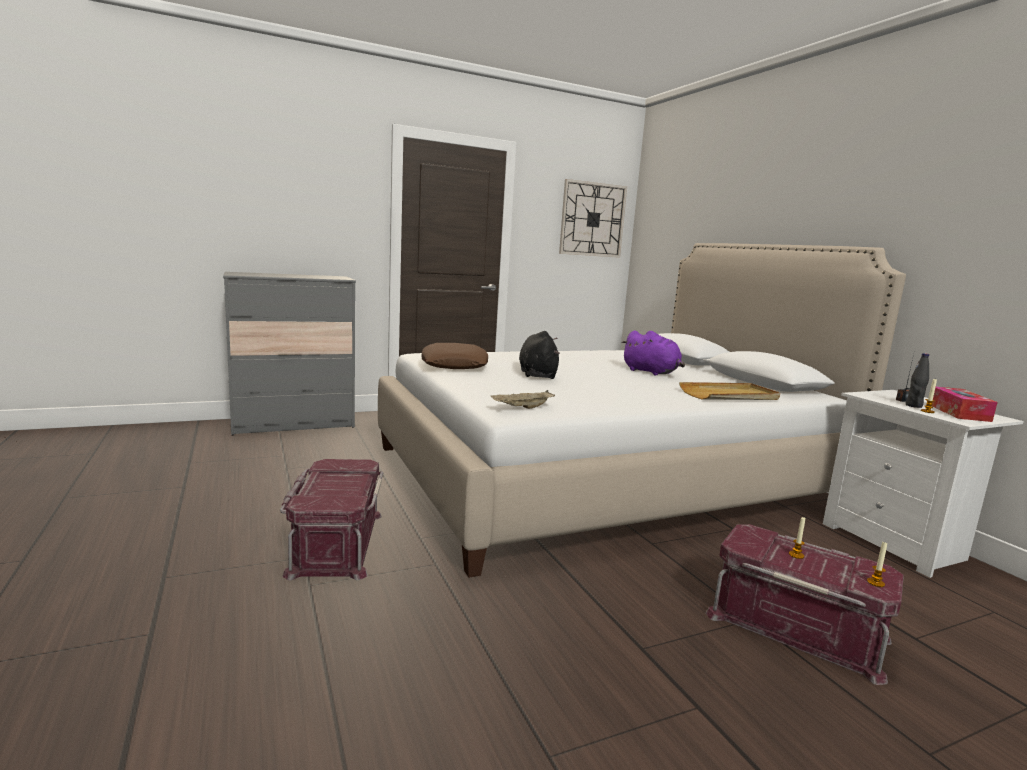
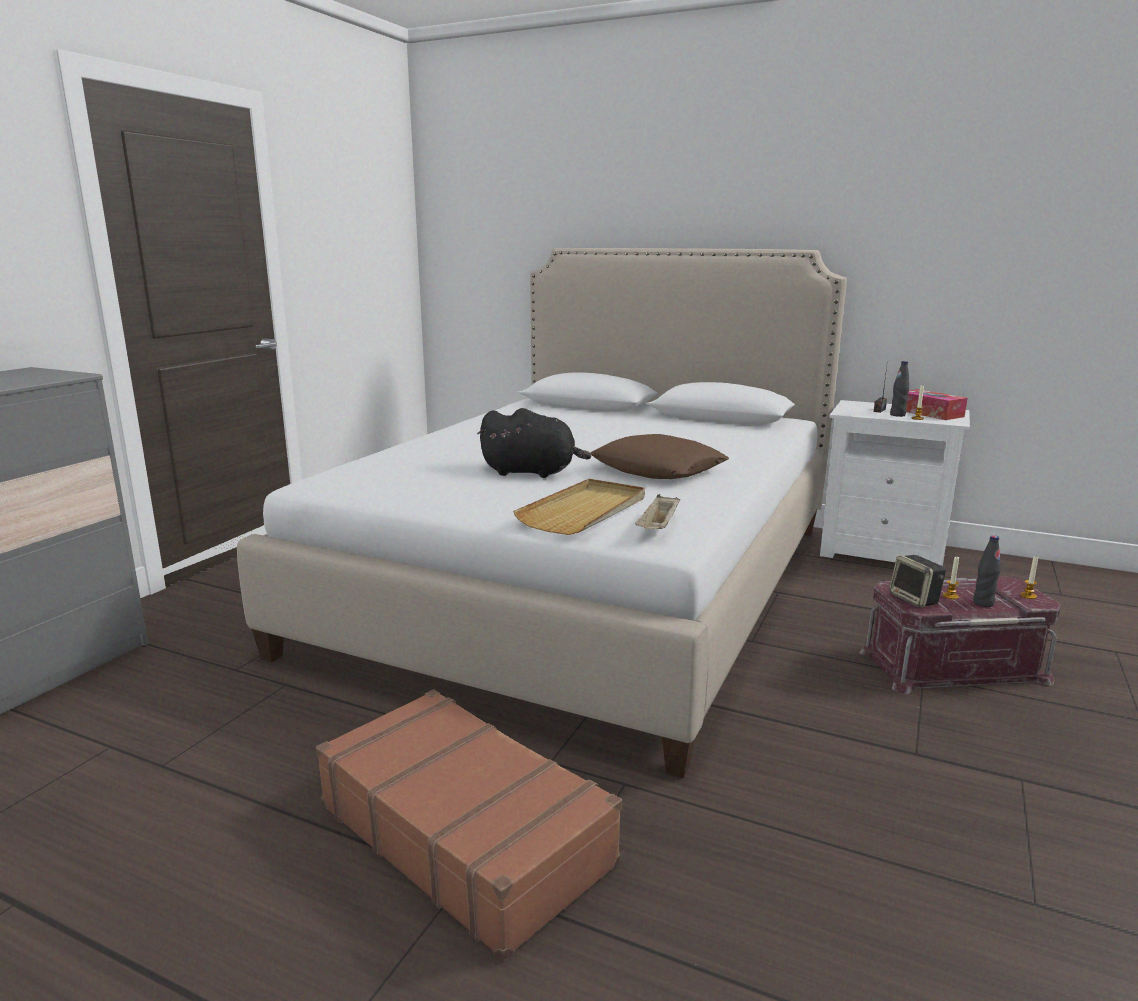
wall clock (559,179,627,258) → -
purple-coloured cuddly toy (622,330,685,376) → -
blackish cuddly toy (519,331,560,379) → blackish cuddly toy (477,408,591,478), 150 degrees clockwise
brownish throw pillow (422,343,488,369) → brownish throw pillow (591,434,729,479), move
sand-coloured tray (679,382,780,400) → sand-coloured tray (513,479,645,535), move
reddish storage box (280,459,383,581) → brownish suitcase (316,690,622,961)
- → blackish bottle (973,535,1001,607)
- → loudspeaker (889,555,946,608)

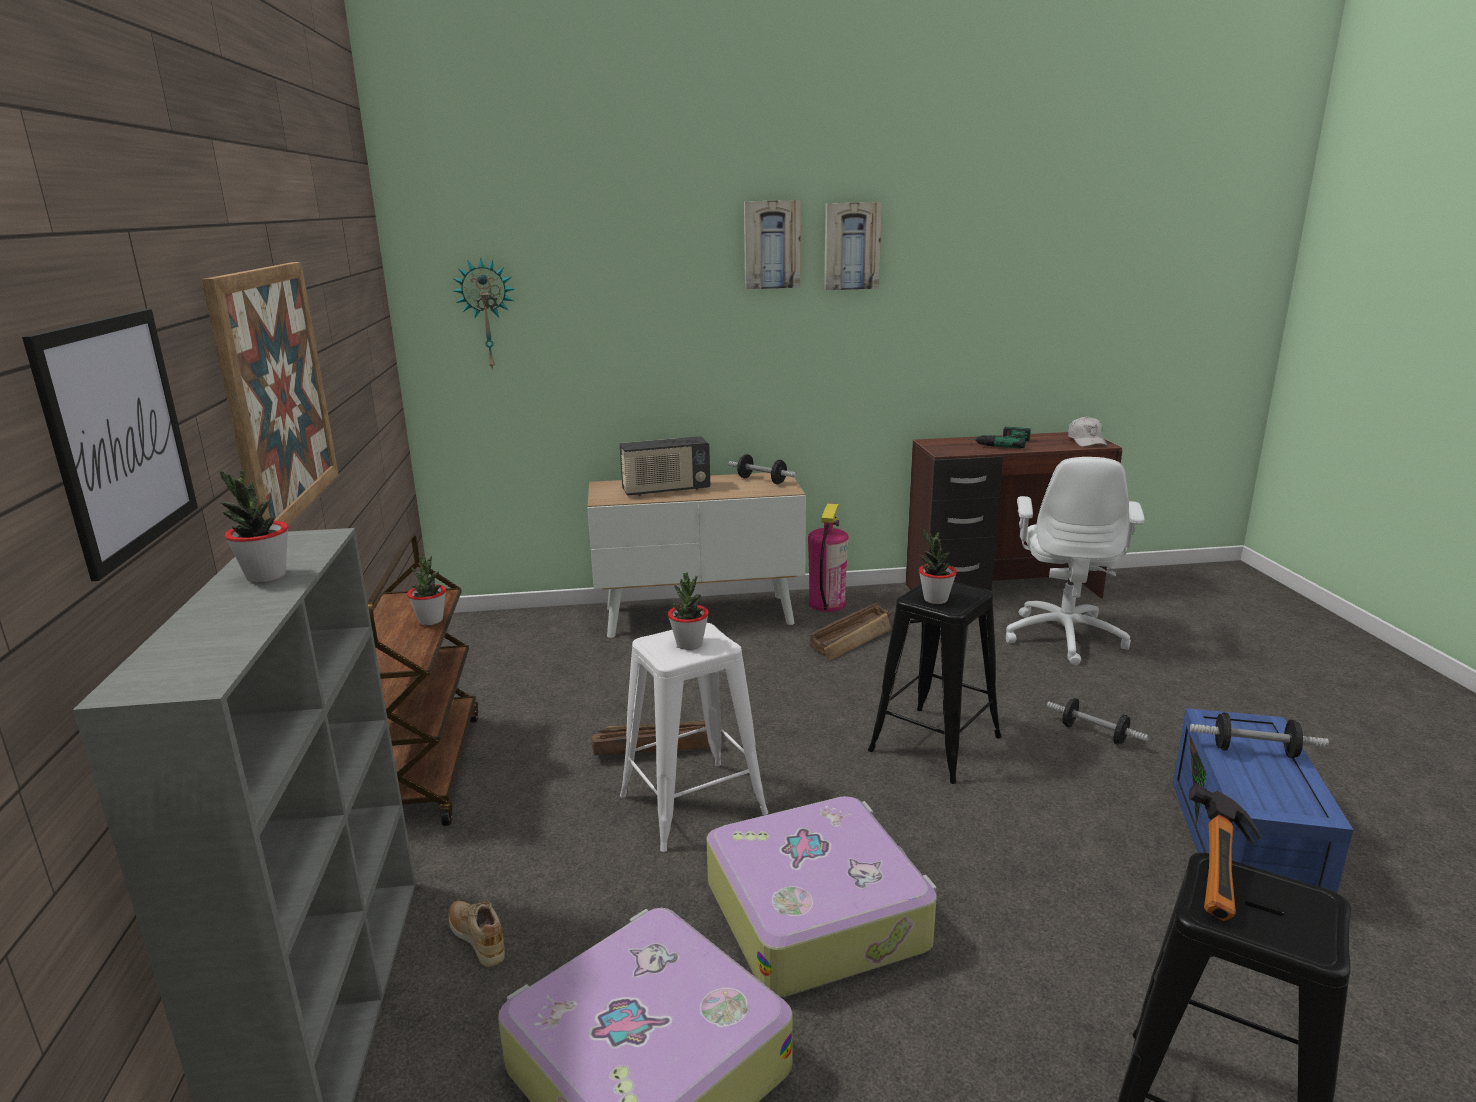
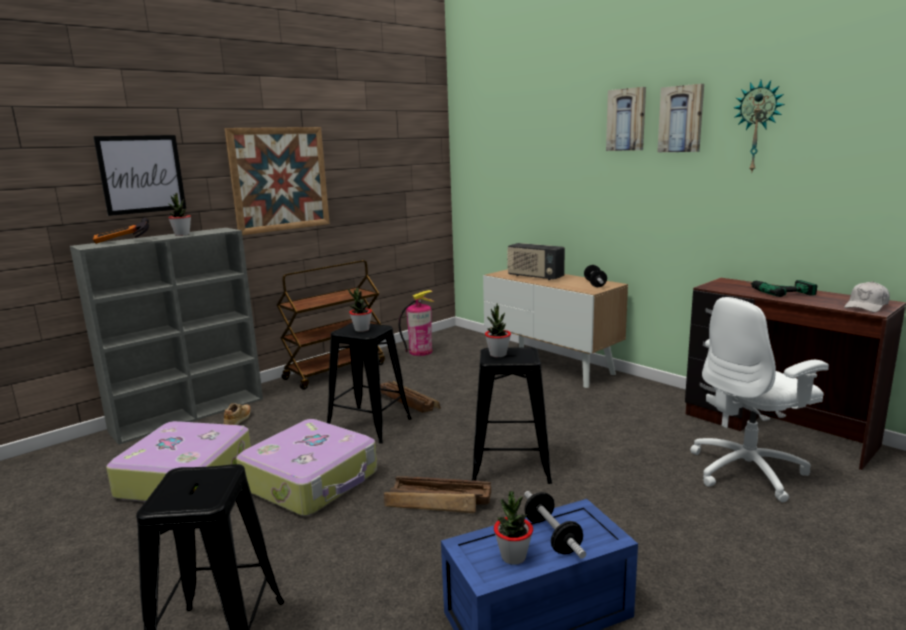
wall clock (453,257,514,371) → wall clock (734,80,785,174), move
fire extinguisher (808,503,849,612) → fire extinguisher (398,290,435,356), move
houseplant (407,554,446,625) → houseplant (494,491,533,565), move
crate (809,602,891,661) → crate (384,476,491,513), move
white-coloured stool seat (620,623,768,852) → blackish stool seat (327,323,412,444)
free weight (1047,698,1149,745) → -
hammer (1189,783,1261,921) → hammer (93,218,149,244), move

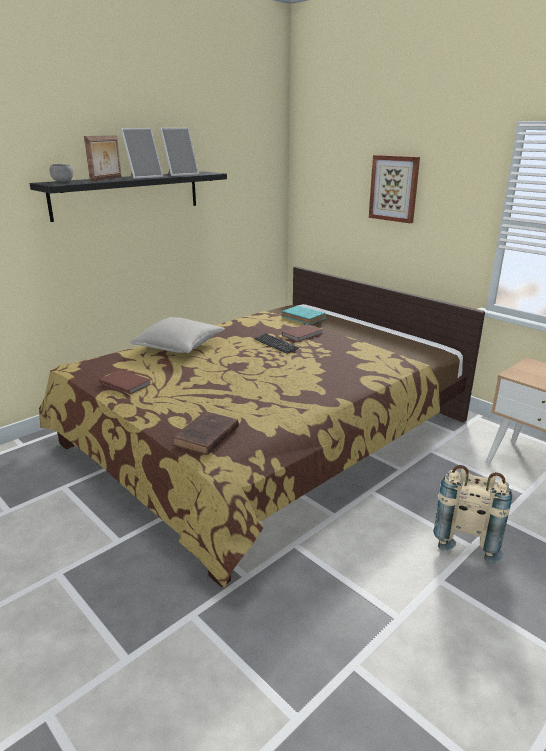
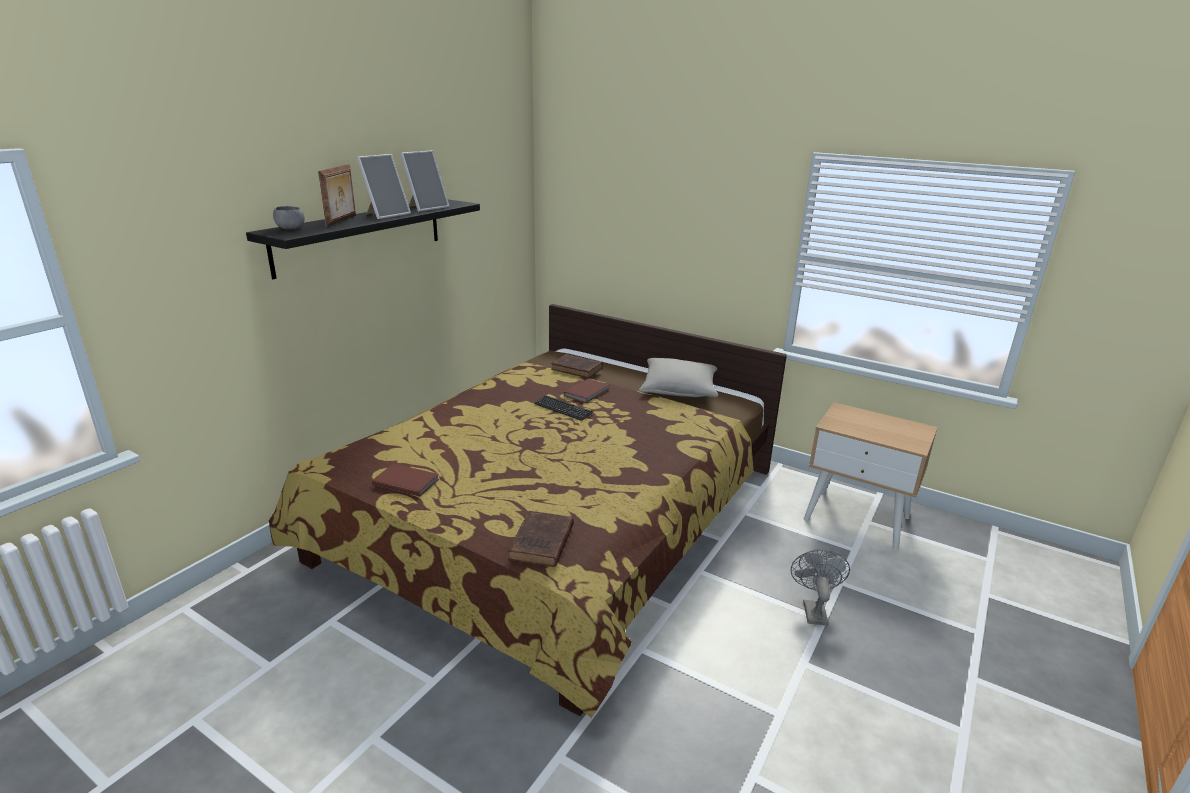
wall picture (369,155,420,223) → -
turquoise bound book (282,306,326,325) → brownish bound book (551,354,603,378)
greyish throw pillow (129,317,225,353) → greyish throw pillow (639,358,718,397), move
sand-coloured knapsack (434,465,512,563) → greyish fan (791,549,850,626)

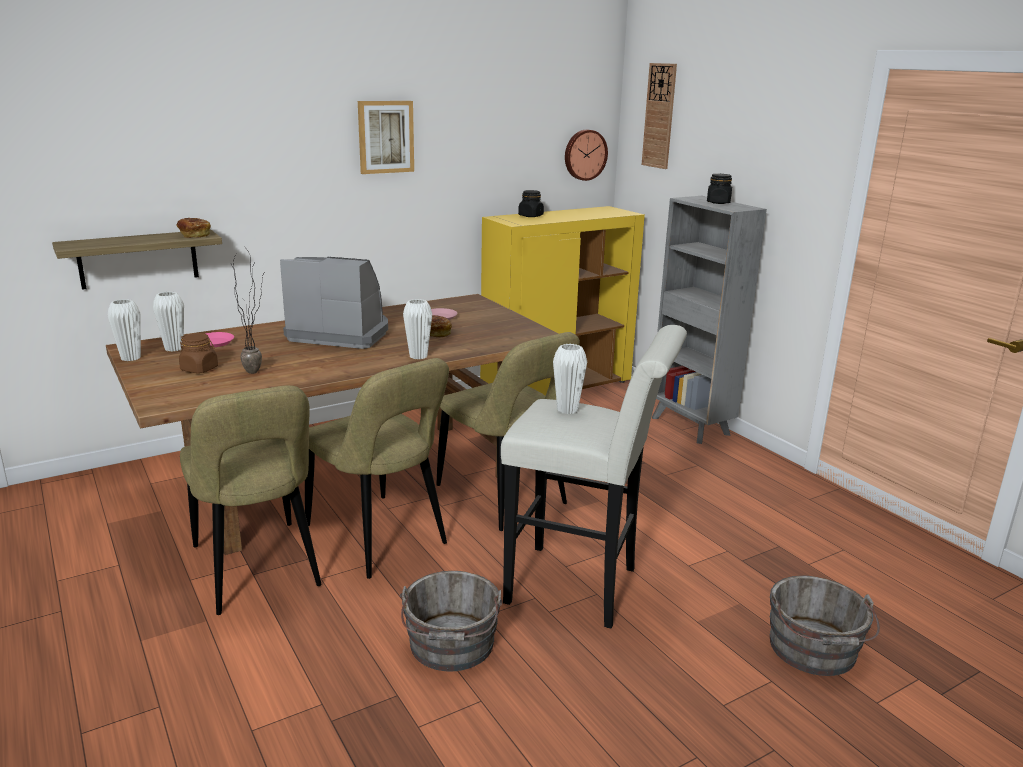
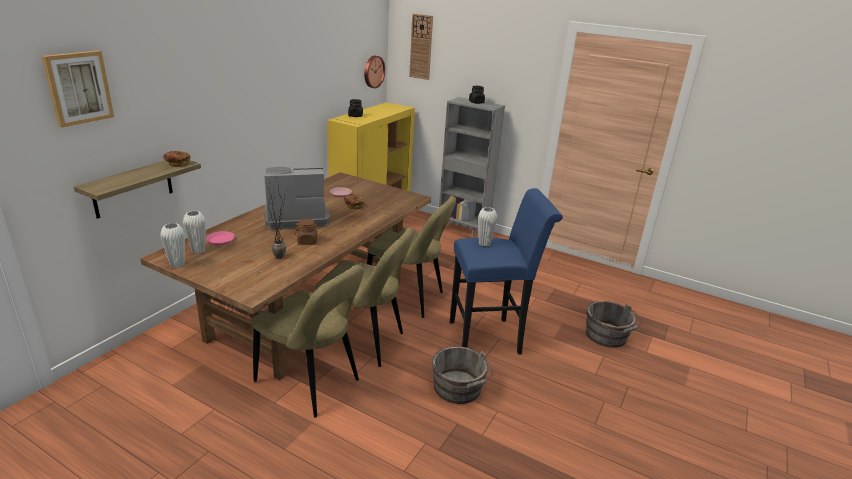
wall picture (358,101,414,174) → wall picture (42,51,114,128), move
white-coloured flower vase (403,299,432,359) → -
white-coloured stool seat (501,325,687,629) → bluish stool seat (450,188,563,354)
brownish storage jar (179,333,218,373) → brownish storage jar (295,219,320,245), move

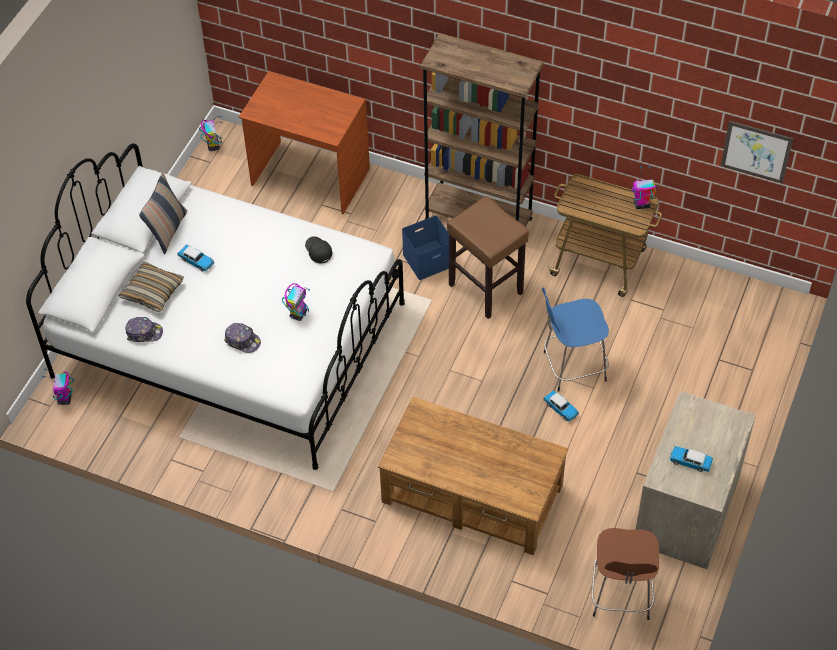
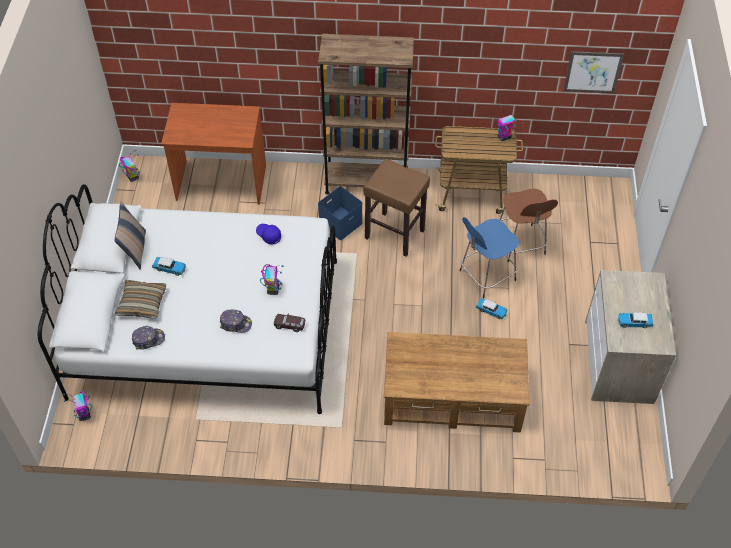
blackish peaked cap (305,236,333,264) → bluish peaked cap (256,224,281,245)
brownish stool seat (591,528,659,620) → brownish stool seat (500,189,558,262), move
- → brownish model car (274,314,305,332)

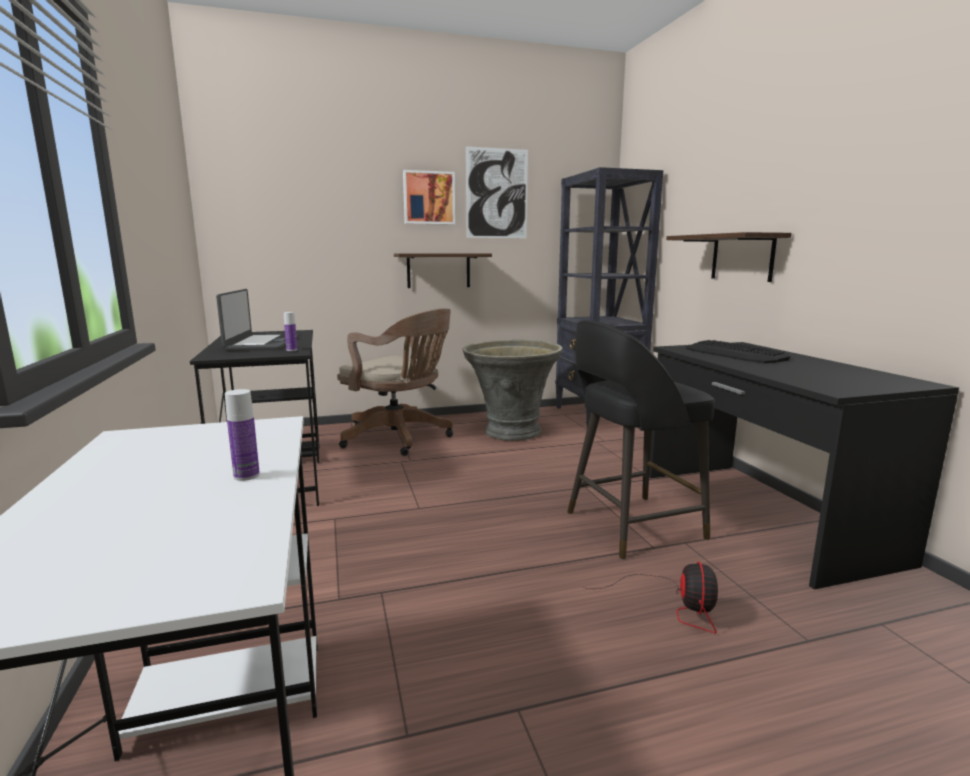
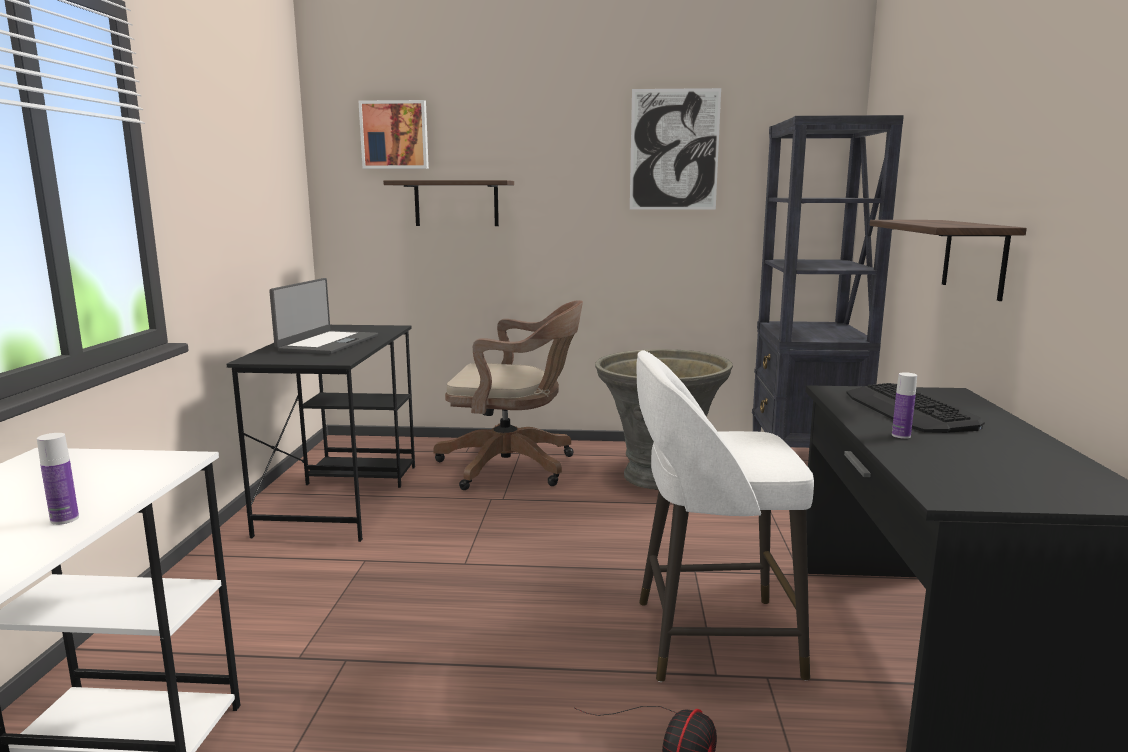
wall picture (403,170,455,225) → wall picture (358,100,429,169), move
wall shelf (394,253,492,288) → wall shelf (383,180,514,226), move
brownish desk chair (337,309,453,456) → brownish desk chair (433,300,583,490), 45 degrees counterclockwise
bottle (284,312,297,351) → bottle (892,372,917,439), move
blackish stool seat (567,320,715,559) → white-coloured stool seat (636,350,814,682)

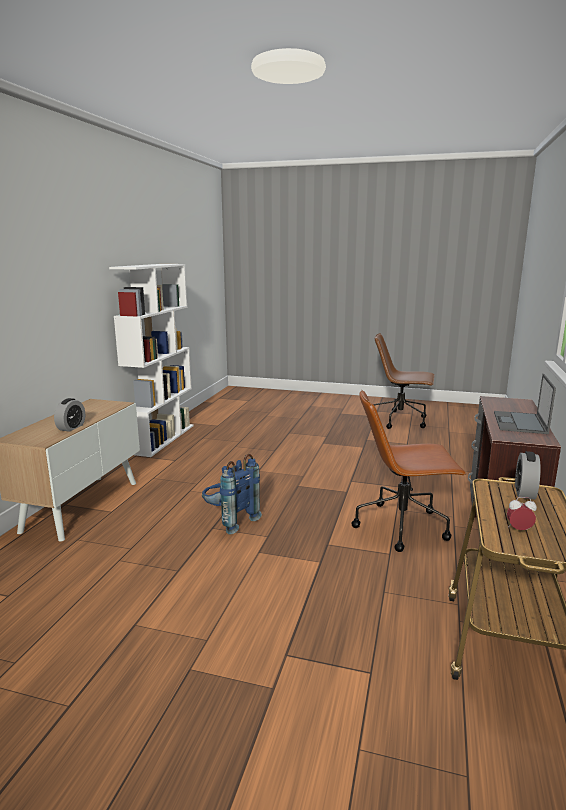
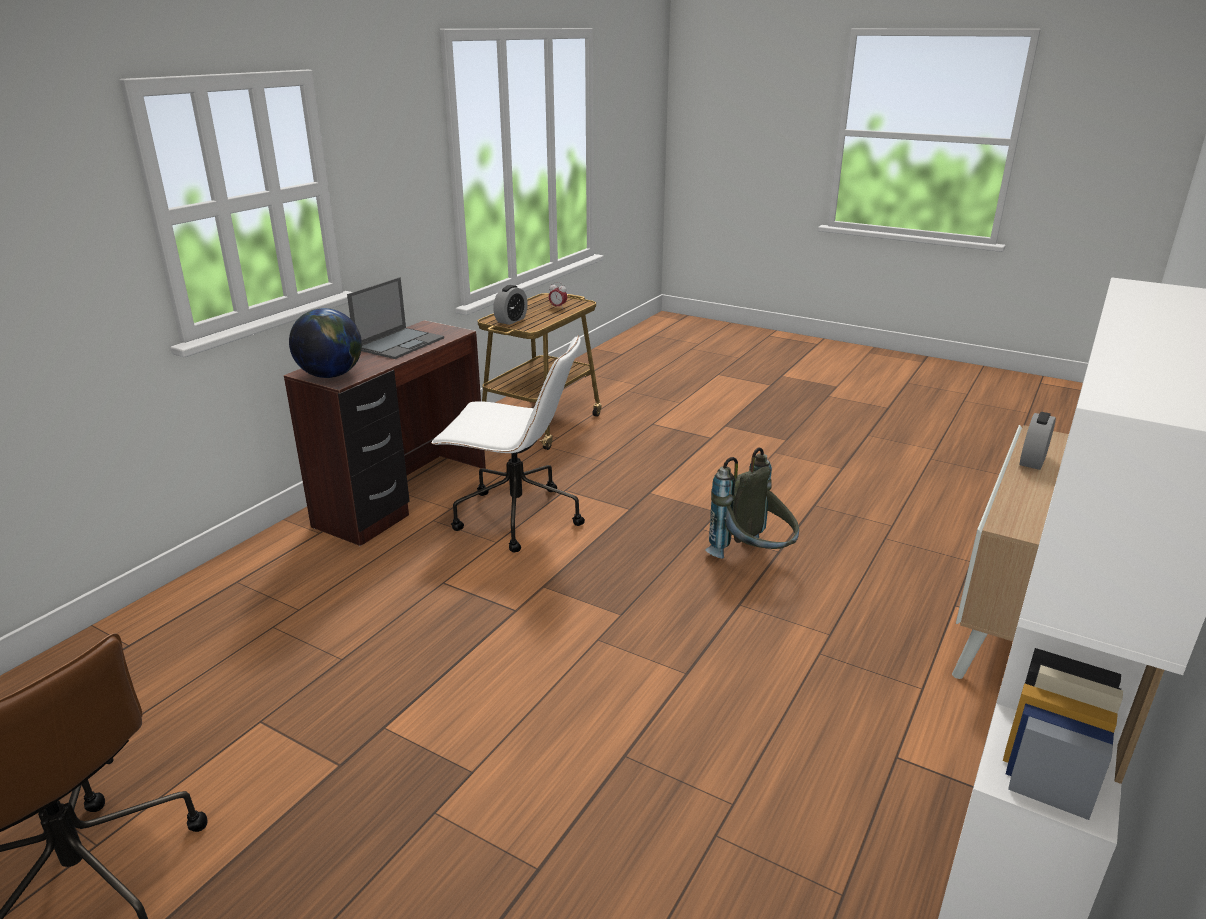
brownish desk chair (352,390,467,552) → white-coloured desk chair (431,336,585,553)
bluish knapsack (202,454,262,534) → greyish knapsack (705,447,799,559)
- → world globe (289,308,362,378)

